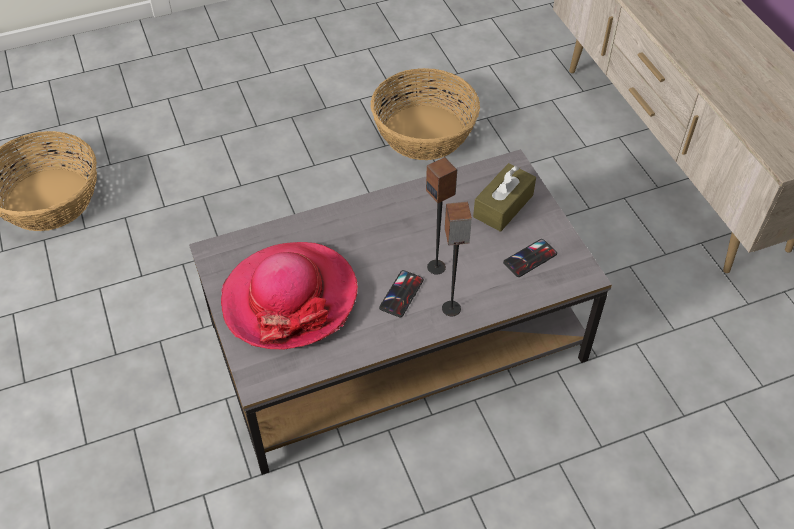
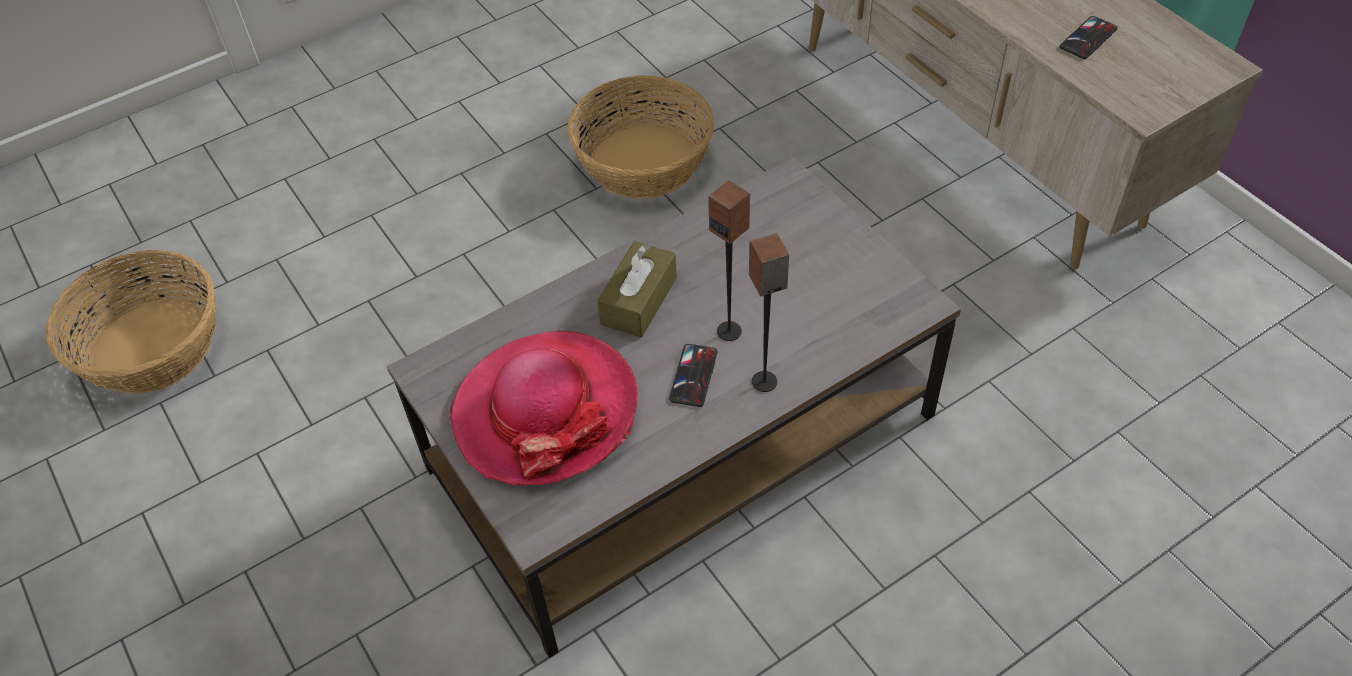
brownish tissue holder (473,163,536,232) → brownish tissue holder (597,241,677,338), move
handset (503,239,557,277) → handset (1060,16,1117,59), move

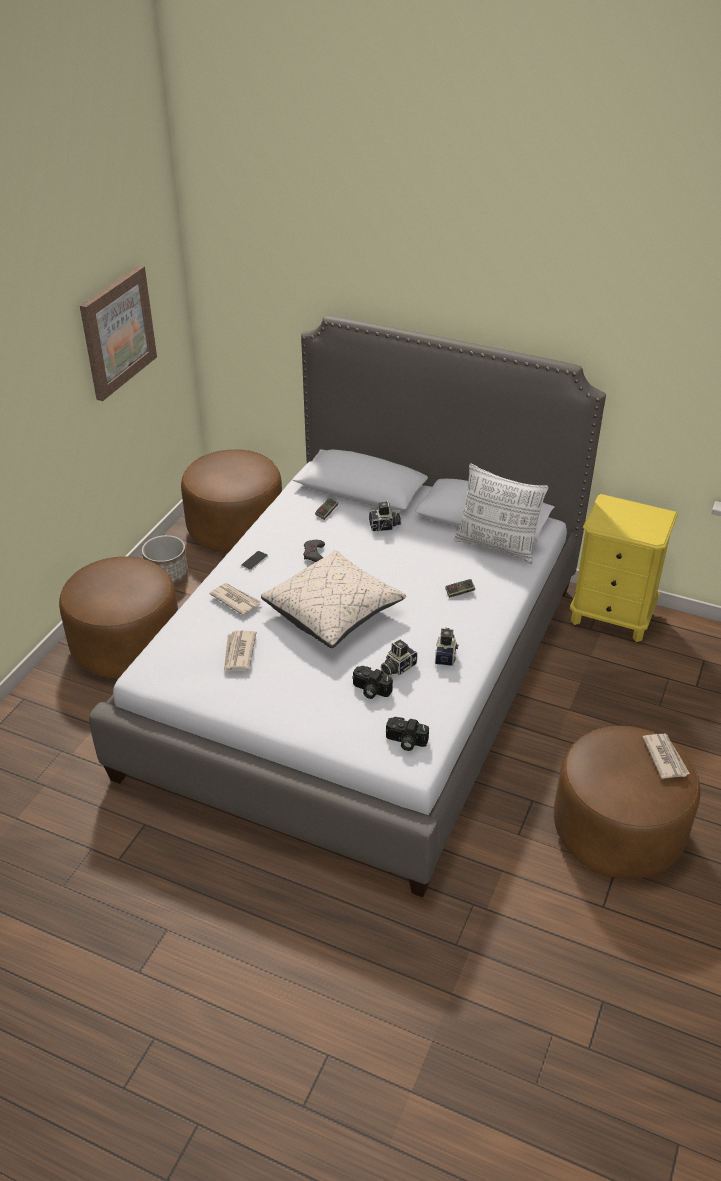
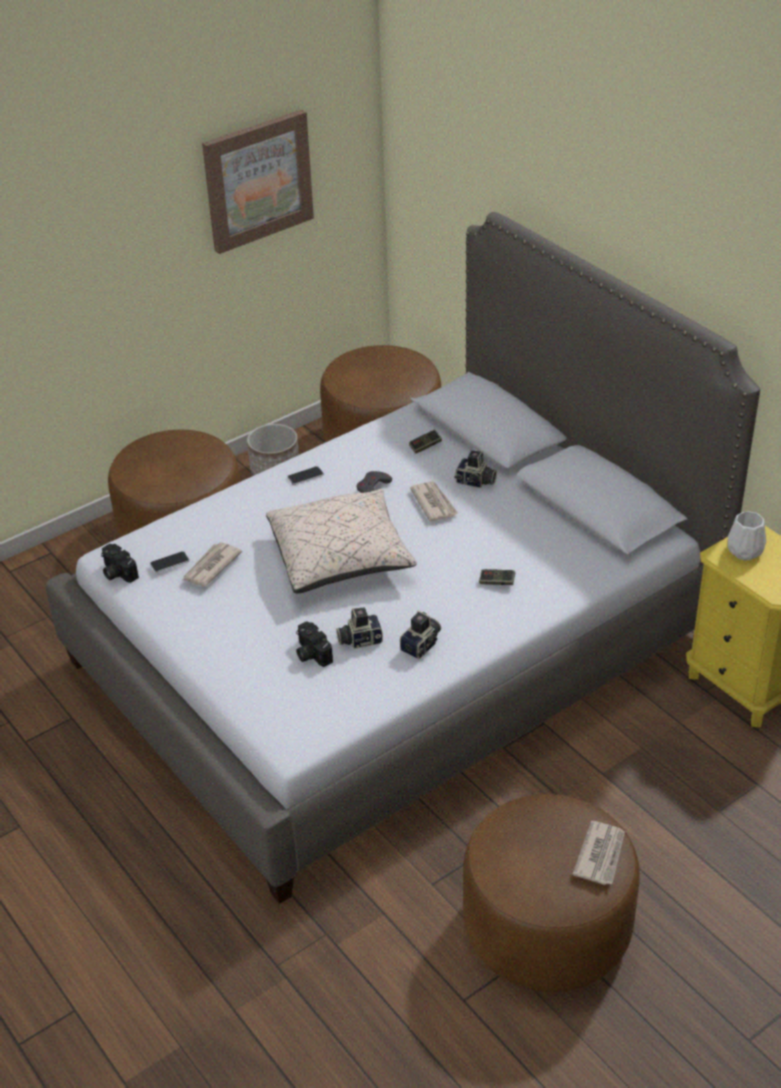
throw pillow (454,463,549,564) → -
daily paper (210,583,261,616) → daily paper (410,481,459,522), move
still camera (386,717,429,751) → still camera (101,544,139,583), move
- → white-coloured flower vase (728,511,766,560)
- → handset (150,551,190,573)

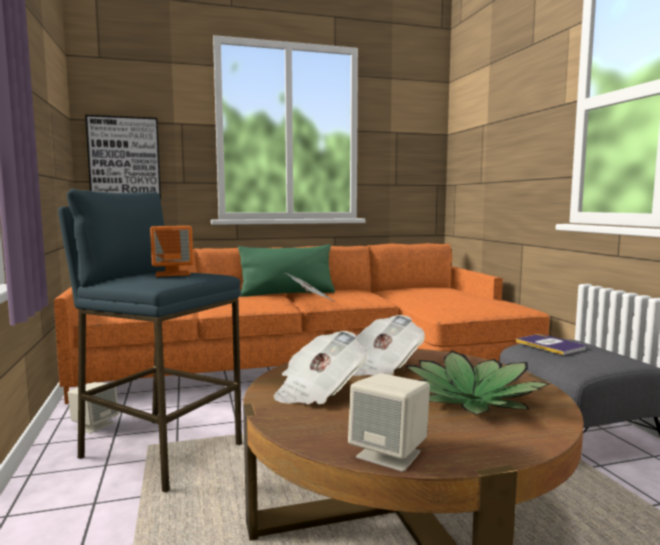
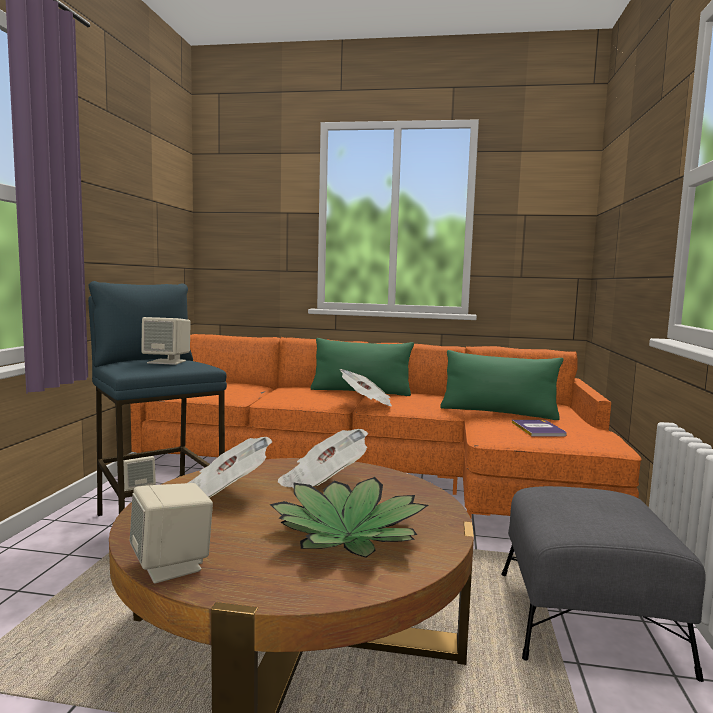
wall picture (85,115,161,199) → -
orangey loudspeaker (150,226,193,277) → sand-coloured loudspeaker (141,317,191,365)
bound book (516,334,586,355) → bound book (512,420,567,436), move
- → green throw pillow (440,350,564,420)

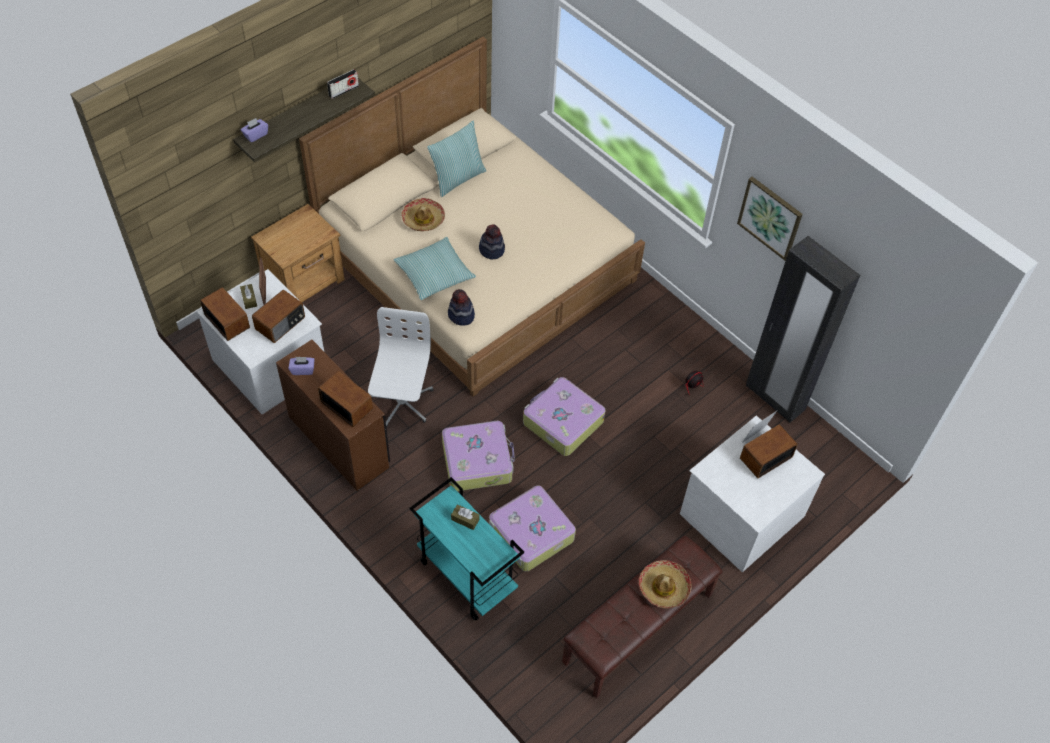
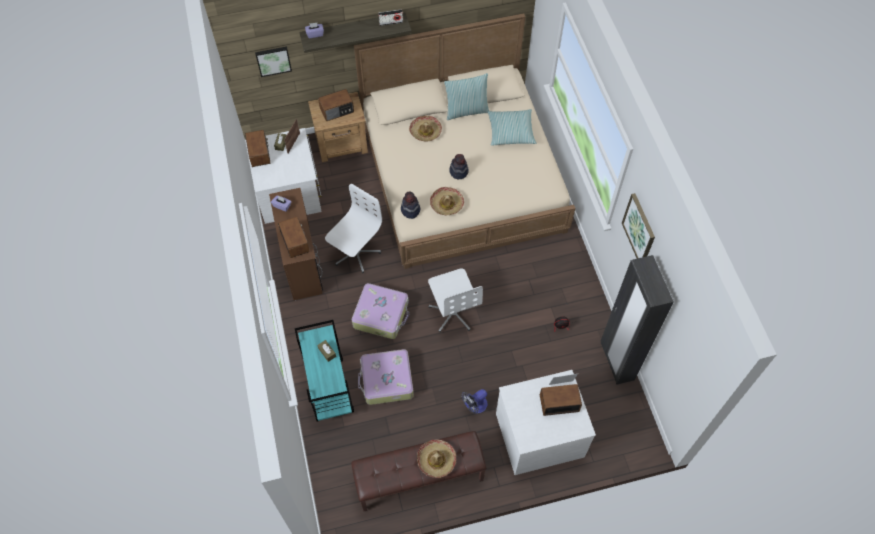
throw pillow (394,237,476,300) → throw pillow (488,109,536,146), move
radio set (252,290,305,343) → radio set (318,89,354,121), move
suitcase (523,377,606,456) → white-coloured desk chair (428,269,483,332)
- → wall picture (255,47,292,77)
- → hat (430,187,464,215)
- → fan (461,389,488,414)

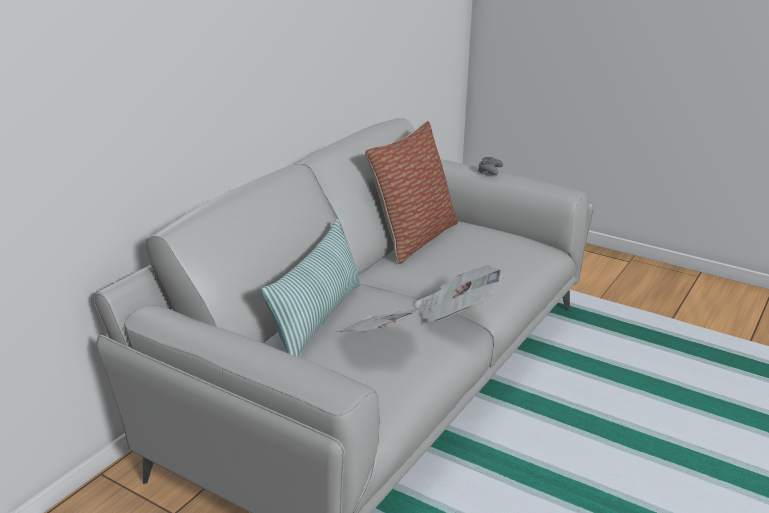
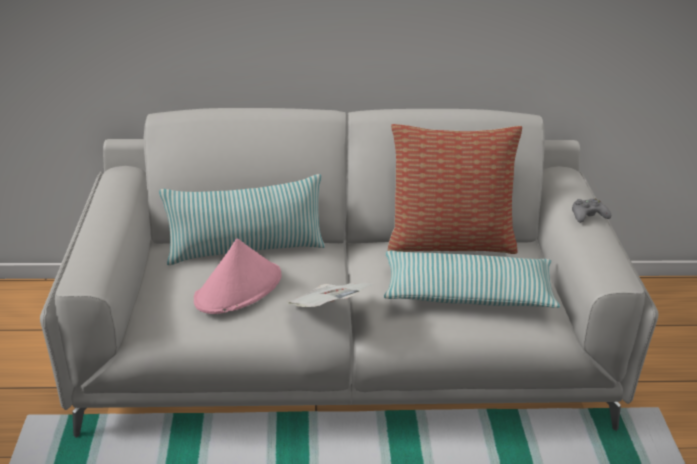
daily paper (336,307,425,332) → pink-coloured hat (194,239,282,314)
- → throw pillow (384,250,560,308)

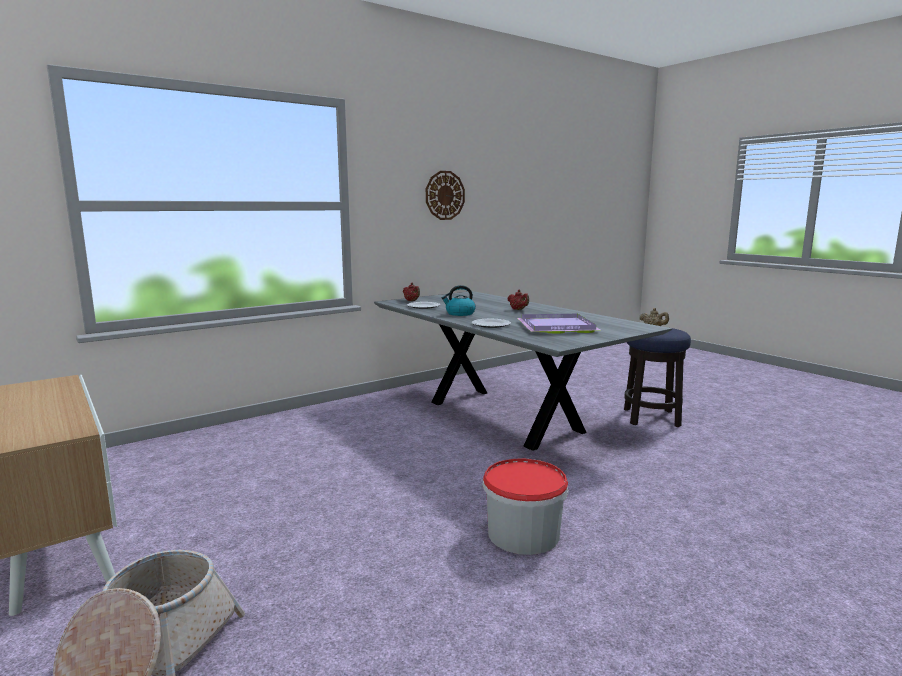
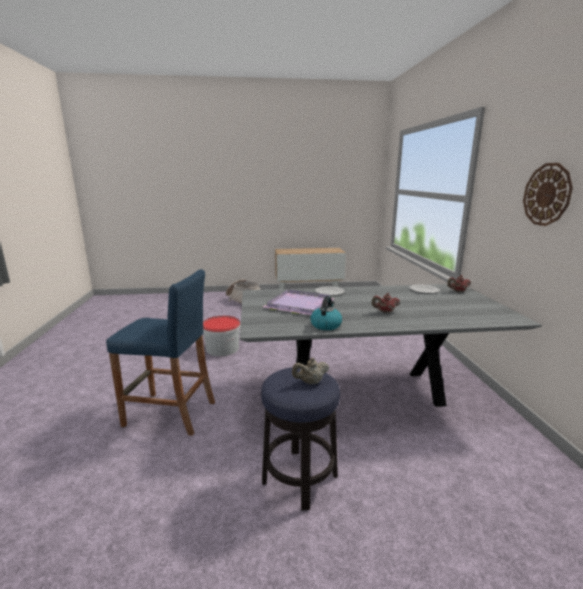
kettle (441,285,476,316) → kettle (310,296,342,330), move
- → bluish stool seat (106,269,215,436)

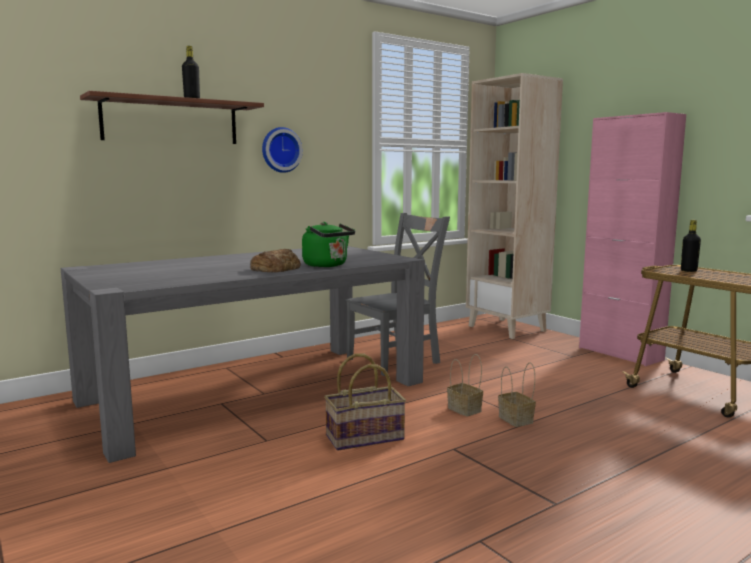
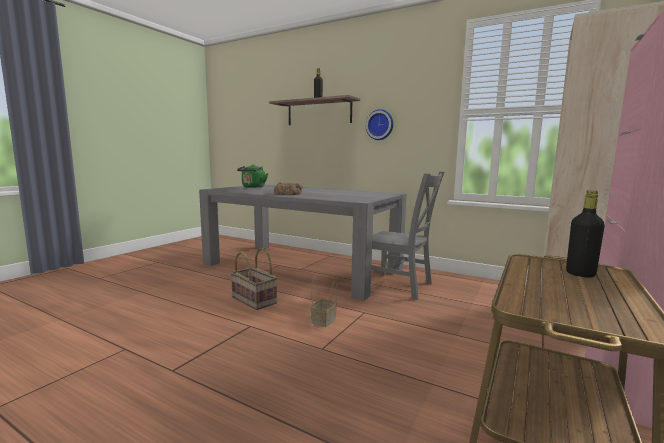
green kettle (302,222,355,267) → green kettle (237,165,268,188), move
storage basket (498,363,536,427) → -

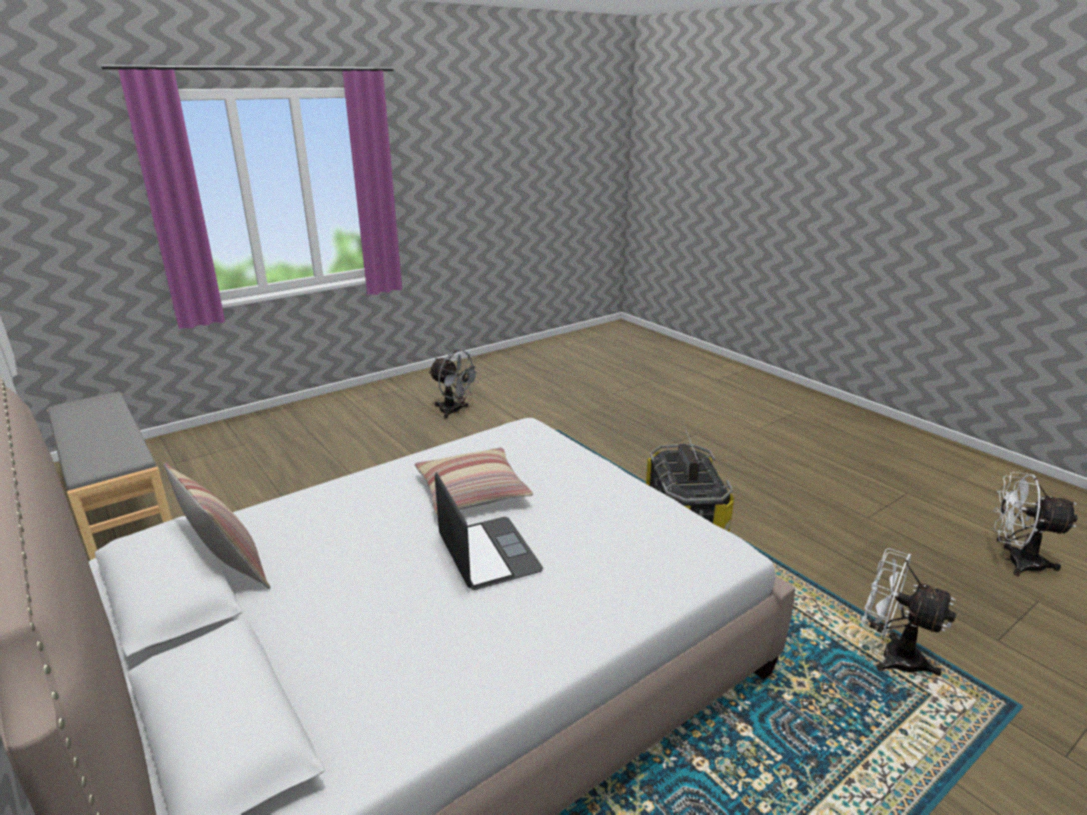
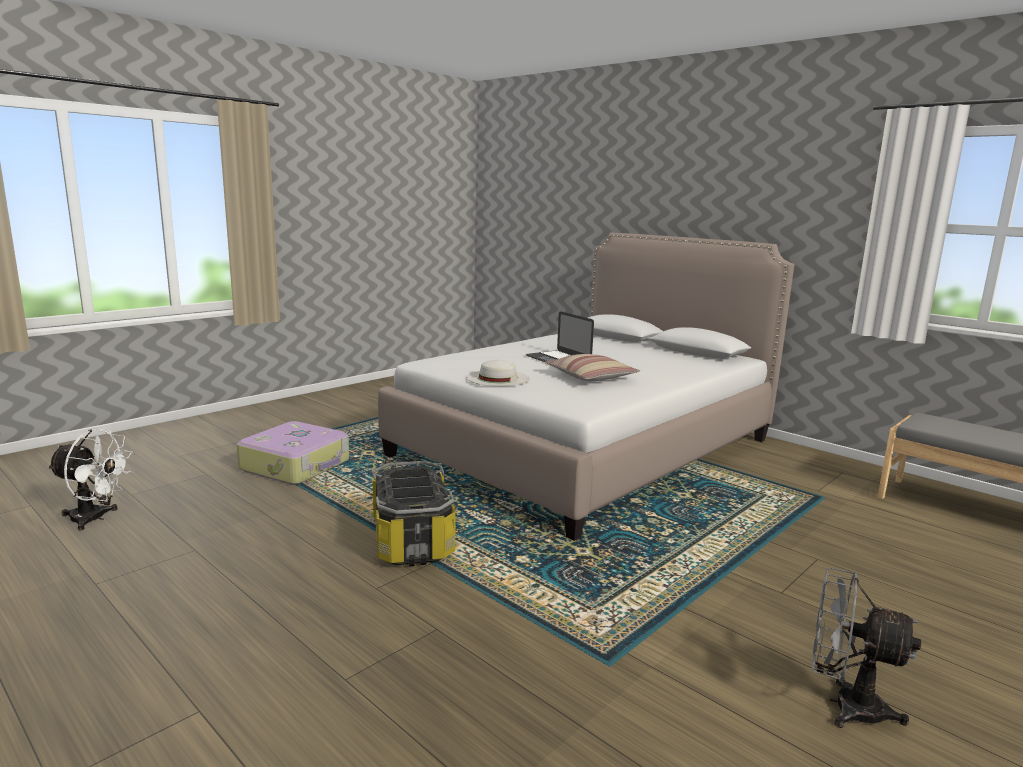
radio set (677,421,699,481) → -
throw pillow (164,463,270,589) → -
white-coloured fan (861,548,957,676) → suitcase (237,421,349,485)
- → white-coloured hat (466,360,529,386)

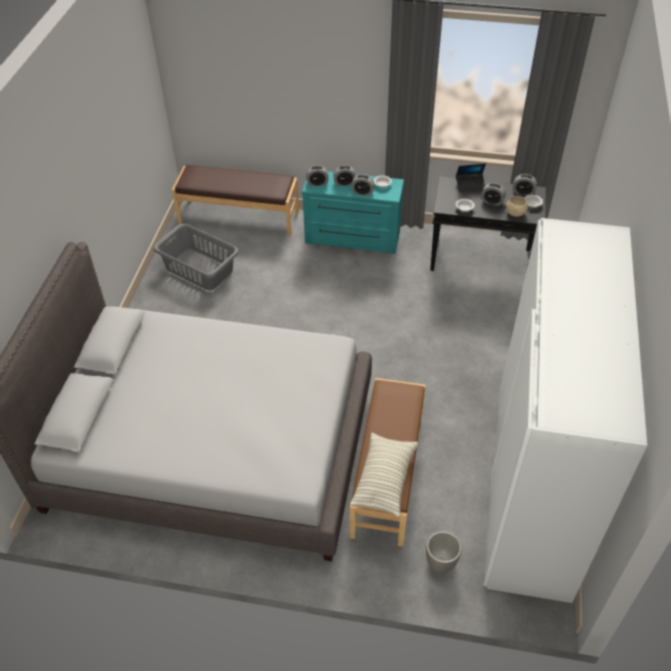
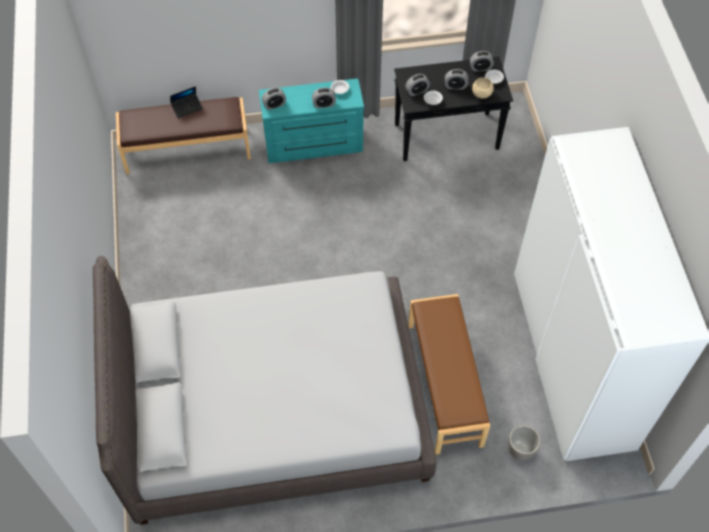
notebook computer (456,163,486,192) → notebook computer (170,86,203,119), move
bedside clock (333,165,356,186) → bedside clock (405,74,430,96), move
greyish laundry basket (153,224,239,291) → -
throw pillow (350,433,418,518) → -

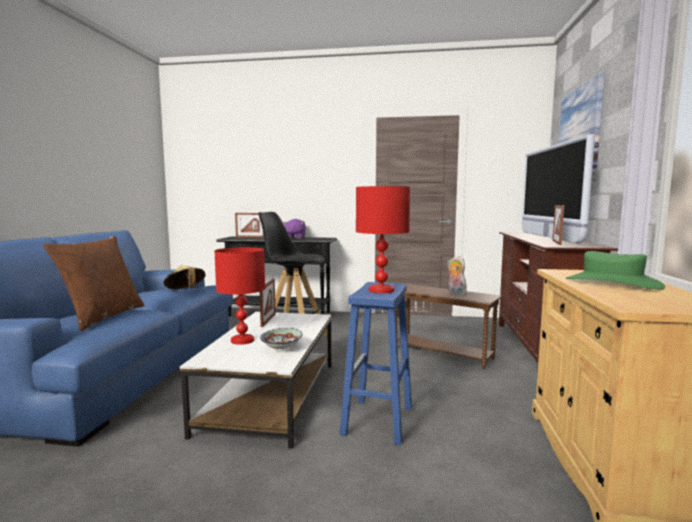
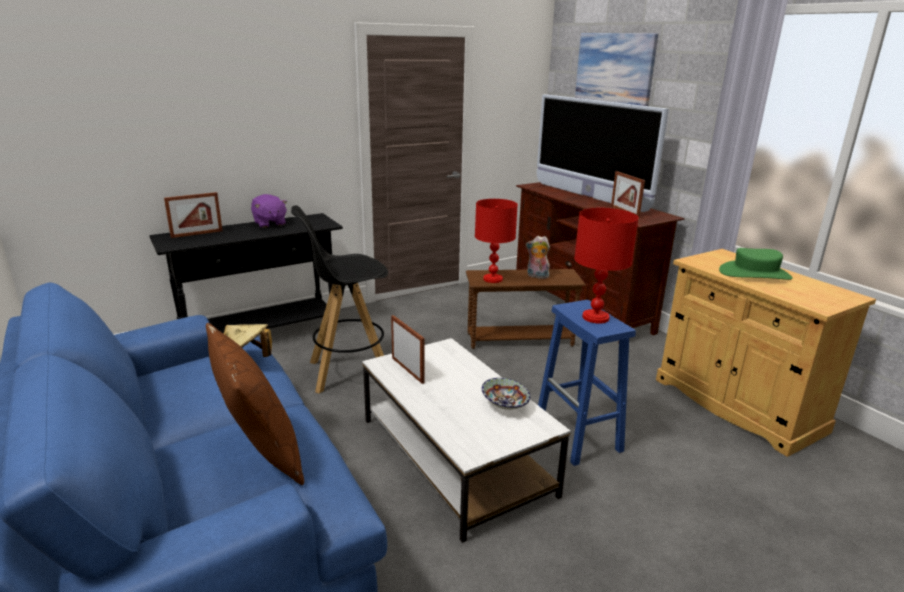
reddish table lamp (215,247,265,345) → reddish table lamp (475,199,518,283), move

